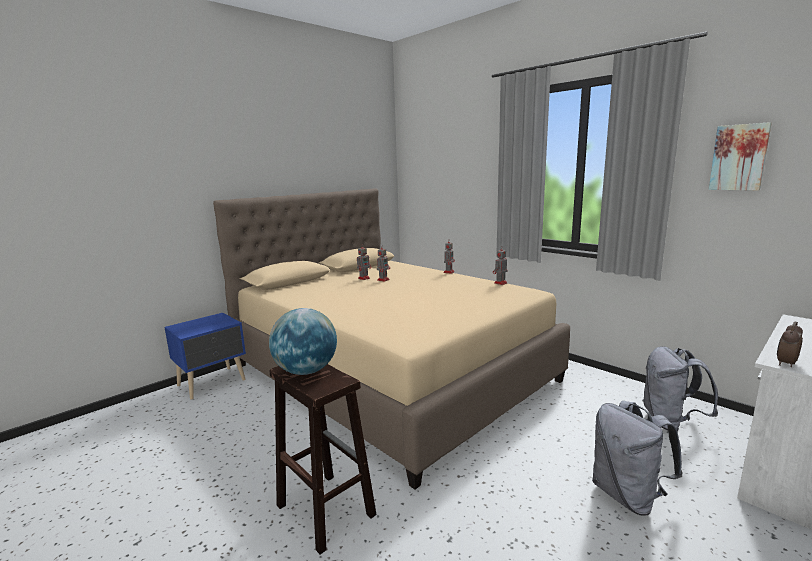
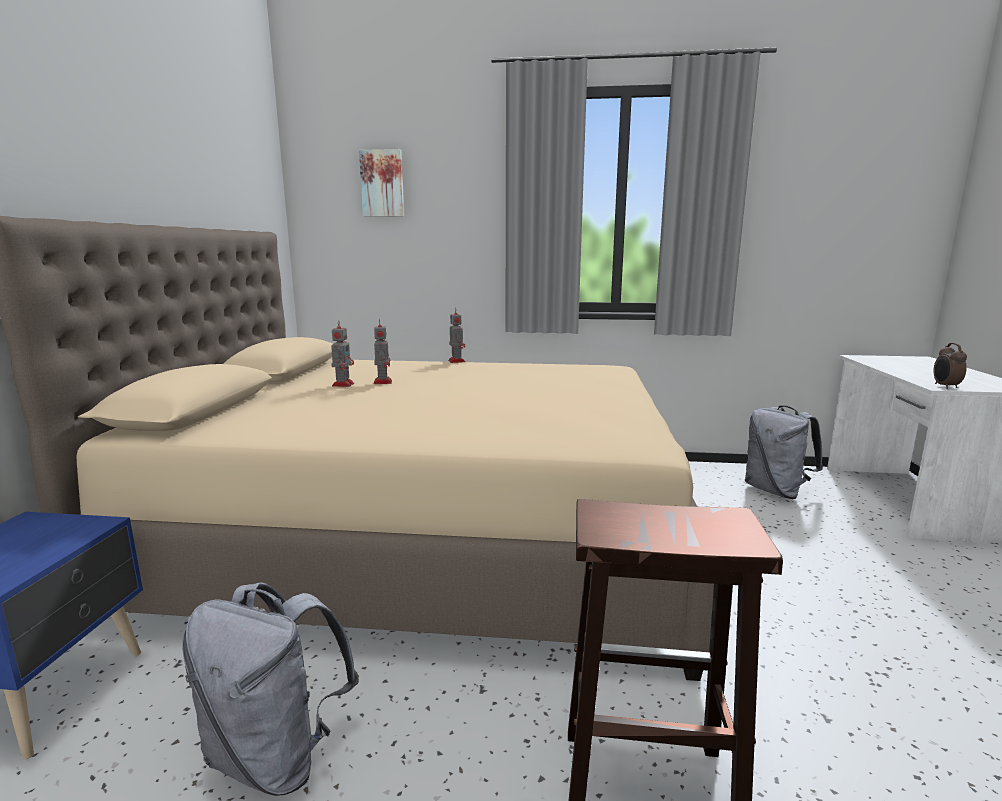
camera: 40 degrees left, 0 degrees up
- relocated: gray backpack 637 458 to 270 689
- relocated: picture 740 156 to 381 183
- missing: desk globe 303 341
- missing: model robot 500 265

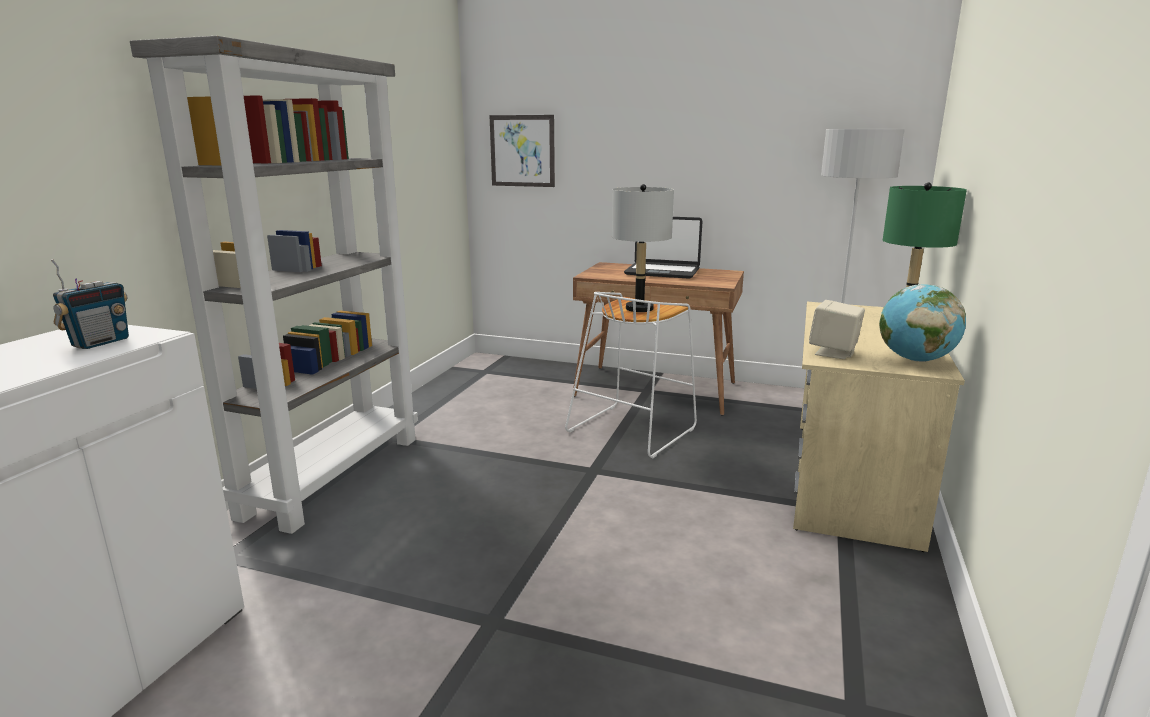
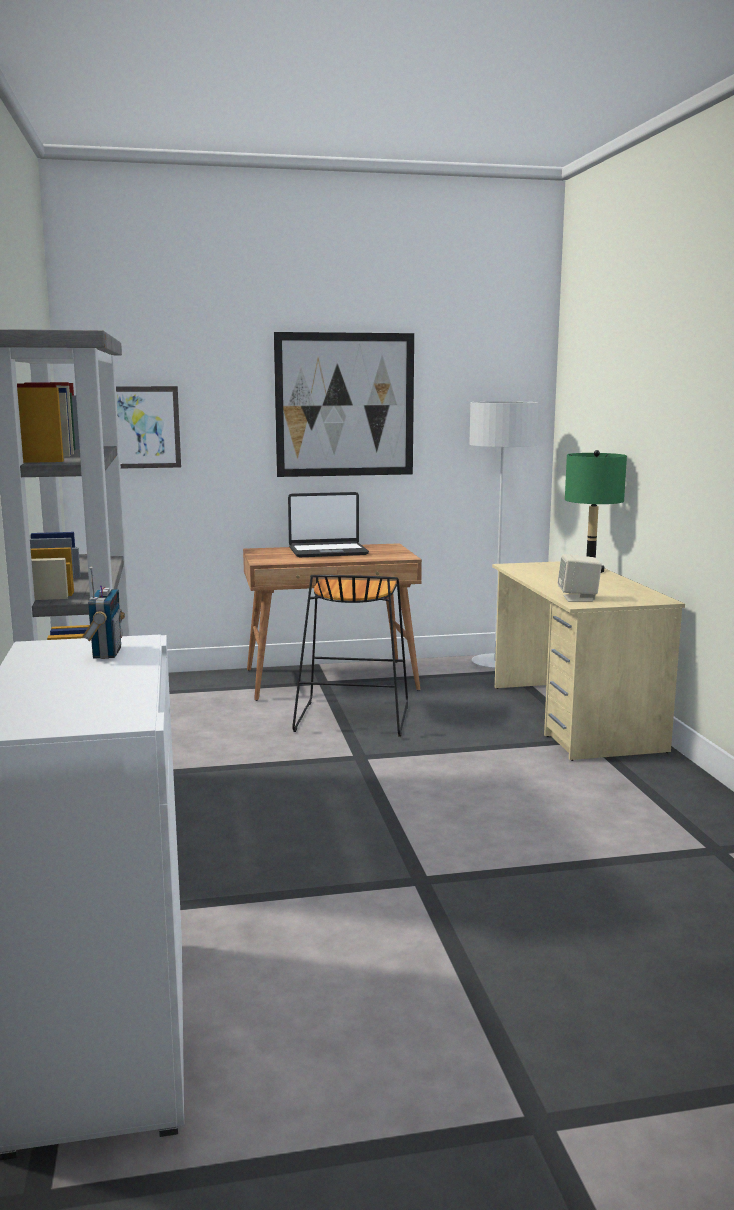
camera: 30 degrees left, 5 degrees down
- appeared: picture 344 404
- colour: white stool 631 375 to blackish stool 350 656
- missing: gray tabletop lamp 643 248
- missing: desk globe 922 323

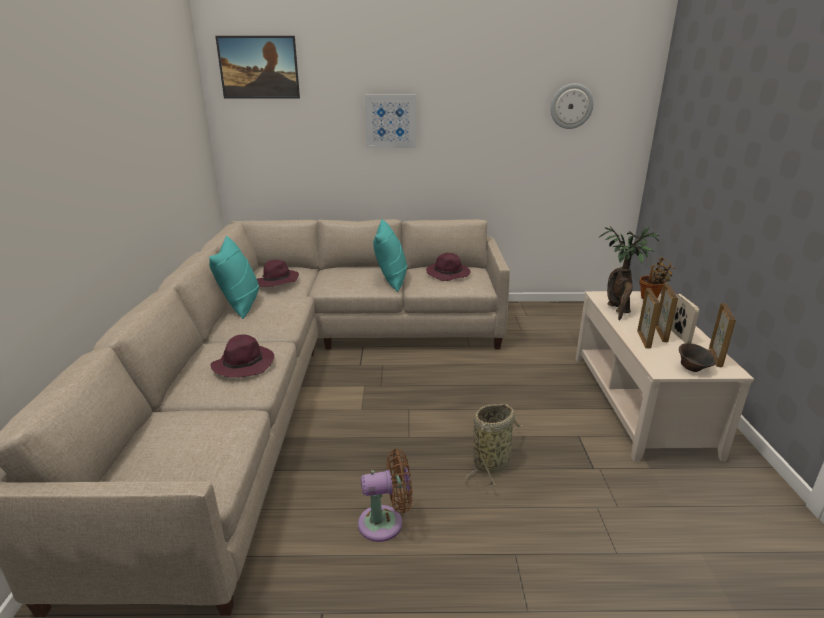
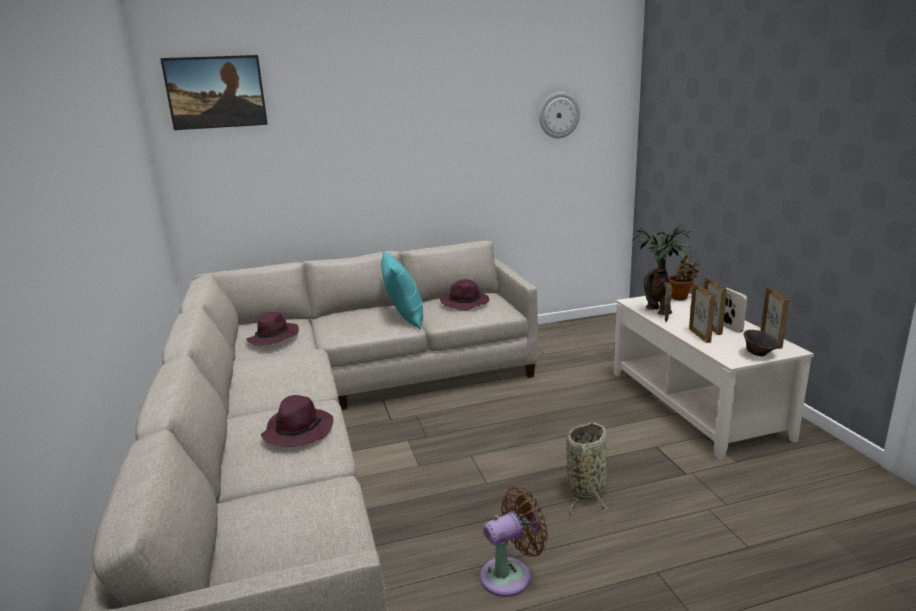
camera: 15 degrees left, 5 degrees down
- missing: turquoise cushion 234 277
- missing: picture 390 121

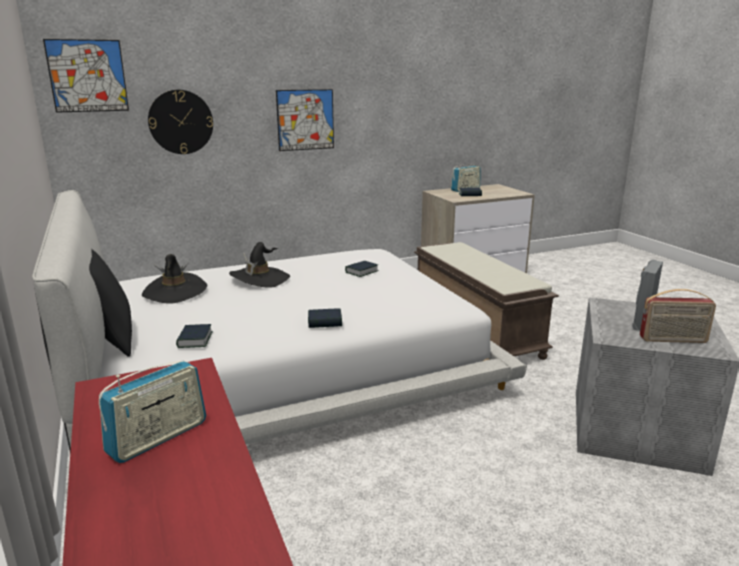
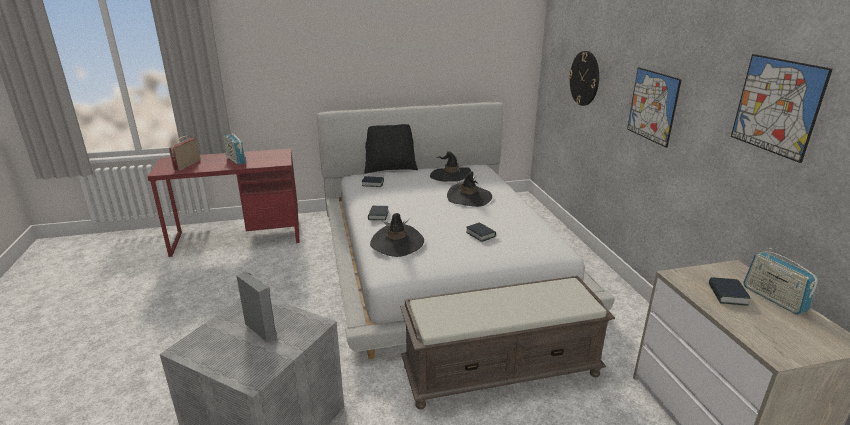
camera: 100 degrees right, 5 degrees up
- relocated: radio set 678 316 to 184 153
- appeared: blackish hat 397 235
- relocated: picture 86 76 to 782 108

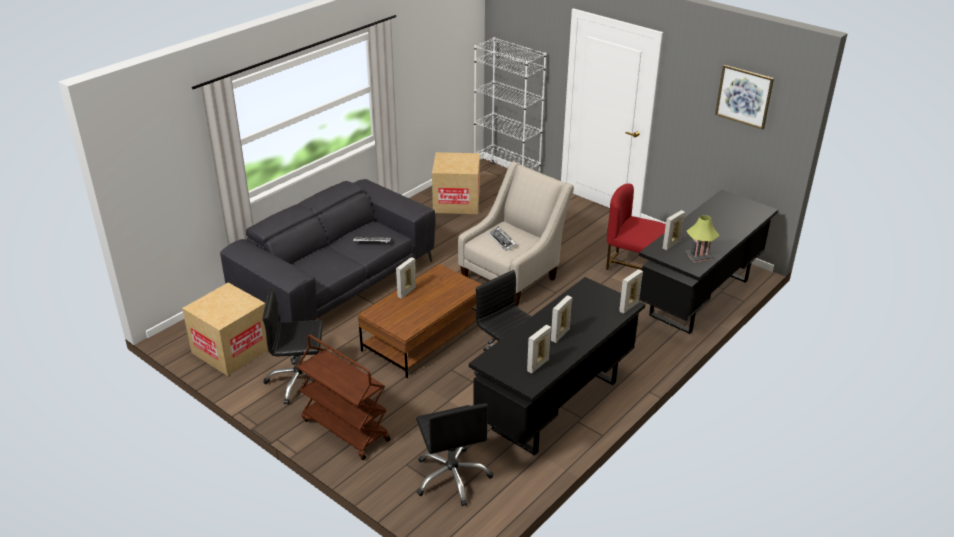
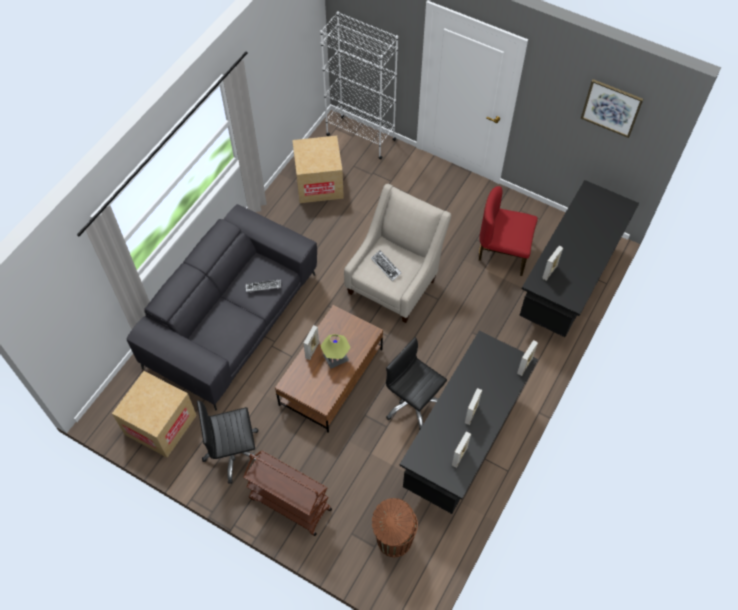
camera: 10 degrees left, 25 degrees up
- relocated: tabletop lamp 702 238 to 335 351
- exchanged: blackish office chair 454 455 to brownish rubbish bin 395 527

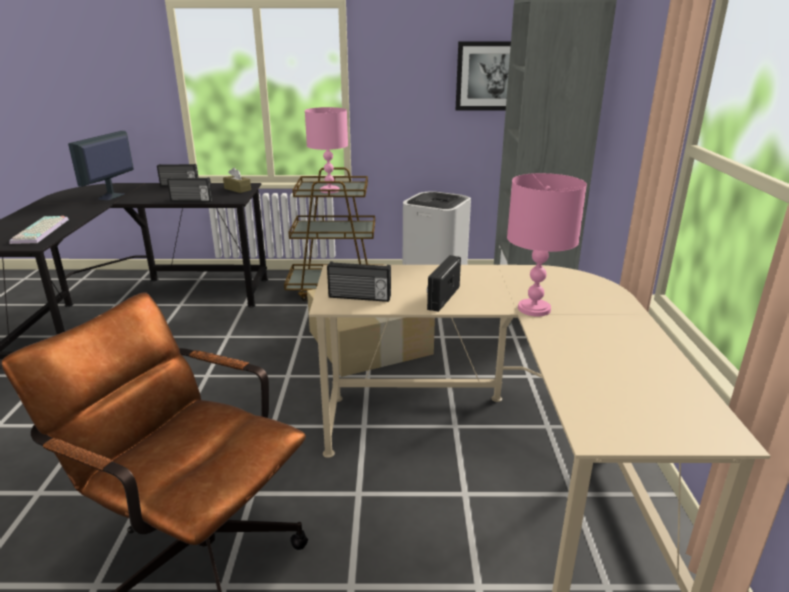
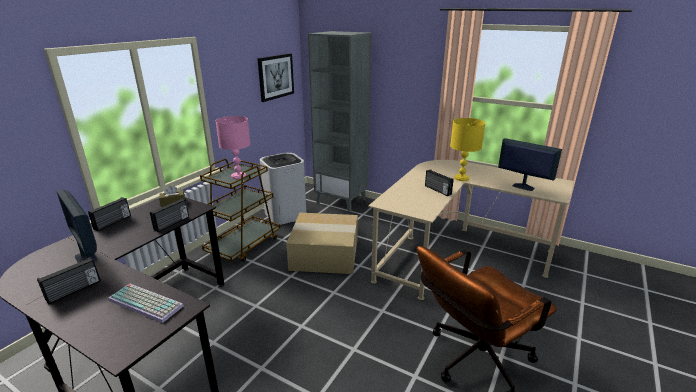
camera: 60 degrees left, 0 degrees up
- relocated: radio set 359 281 to 69 280
- colour: pink tabletop lamp 547 244 to yellow tabletop lamp 467 149
- appeared: computer screen 530 164

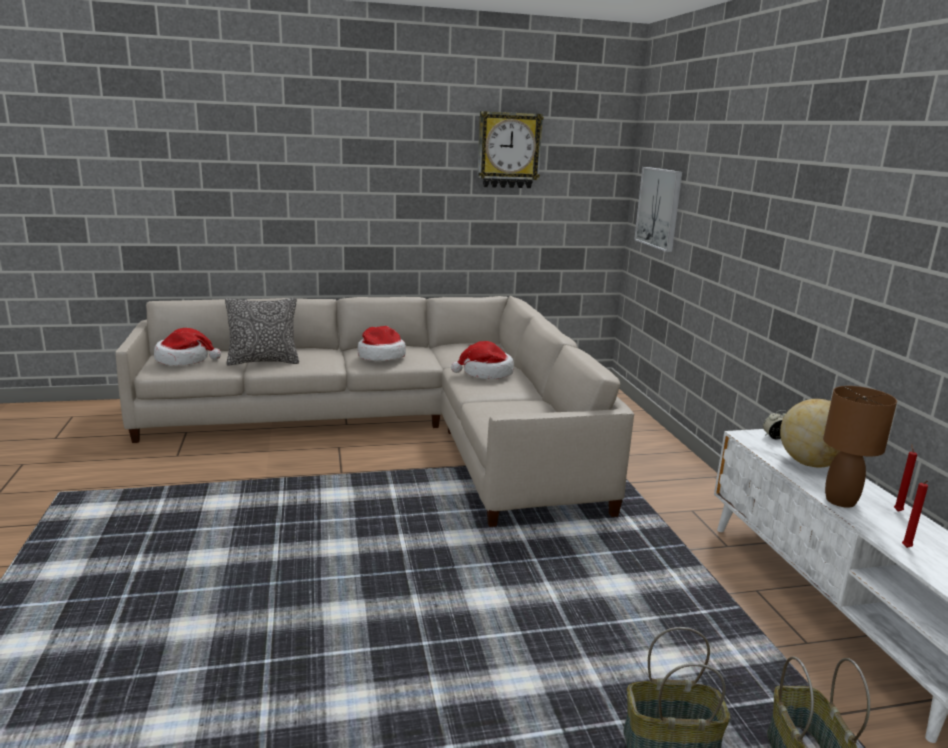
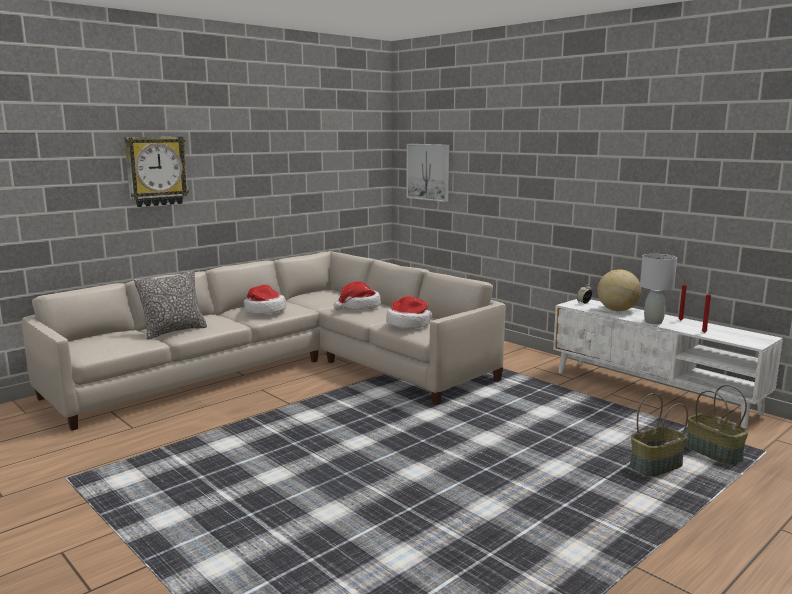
camera: 30 degrees left, 5 degrees down
- relocated: clock on the wall 510 149 to 156 172
- relocated: hat 187 347 to 409 312
- colour: brownish tabletop lamp 860 447 to gray tabletop lamp 658 289

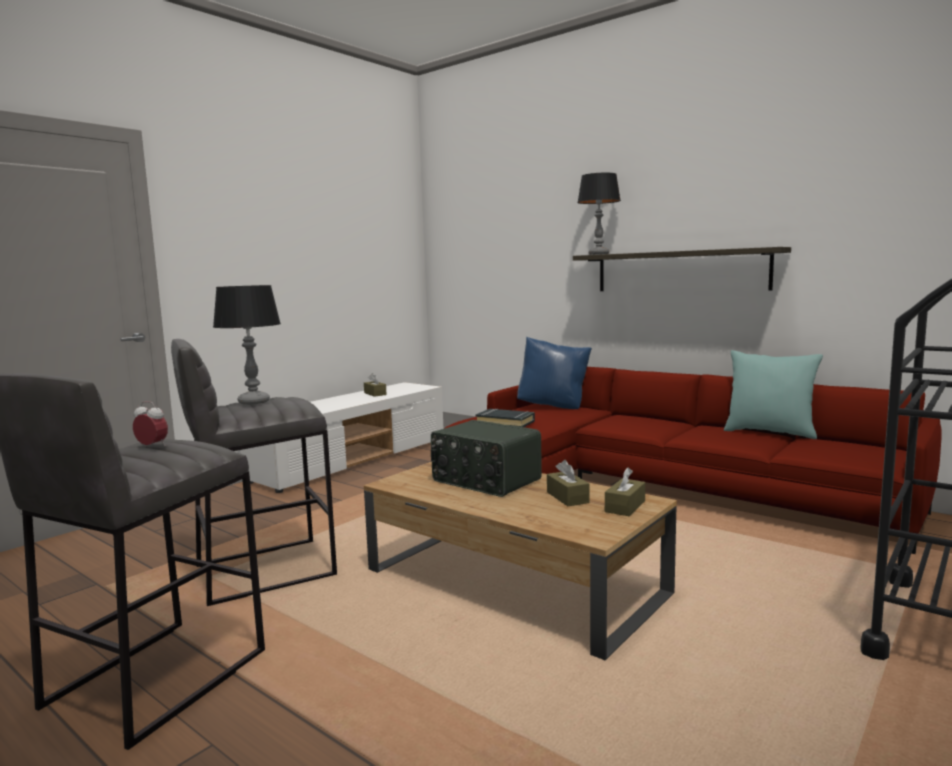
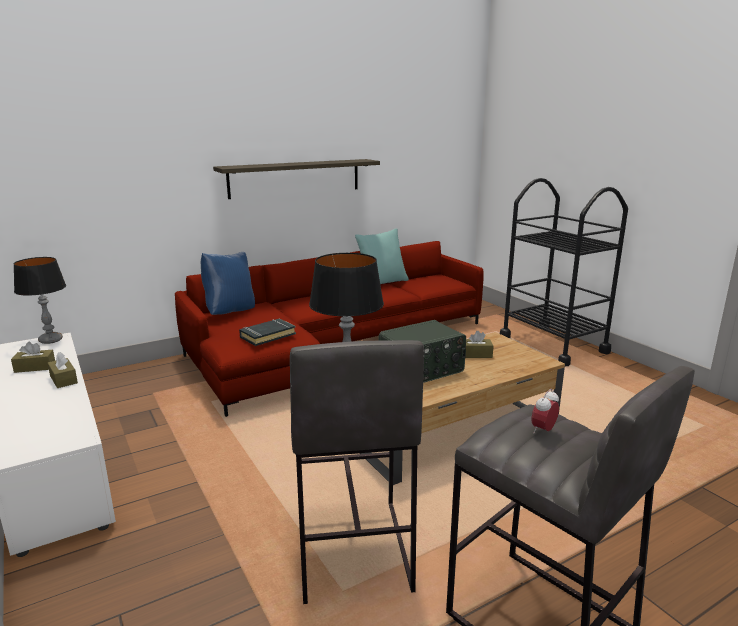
camera: 70 degrees left, 10 degrees up
- relocated: tabletop lamp 599 214 to 39 300
- relocated: brownish box of tissues 625 491 to 63 370

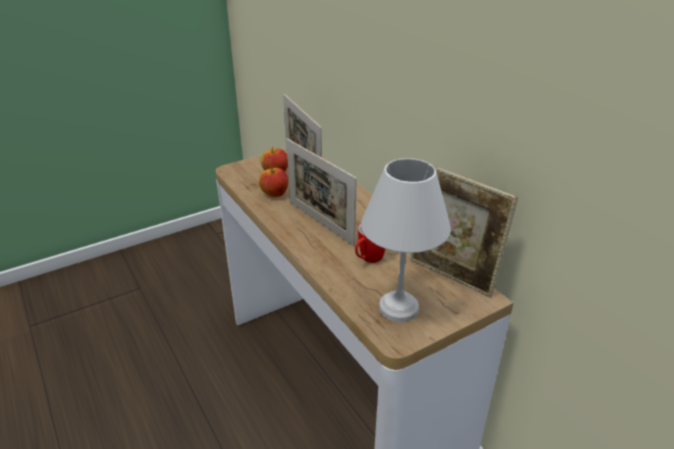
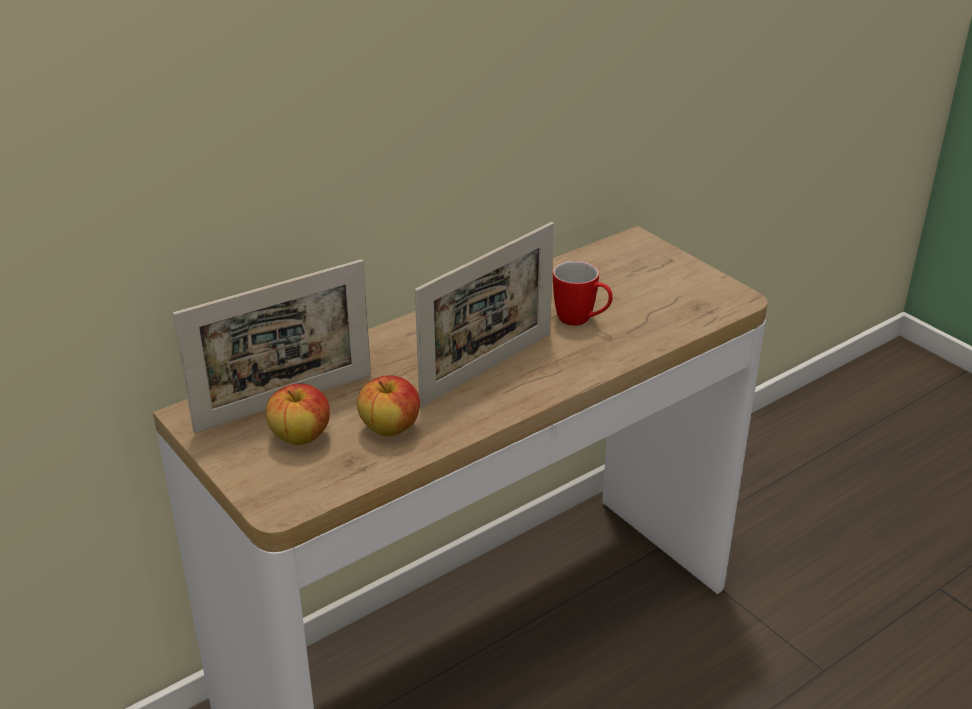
camera: 95 degrees left, 0 degrees up
- missing: white tabletop lamp 406 240
- missing: standing frame 464 232

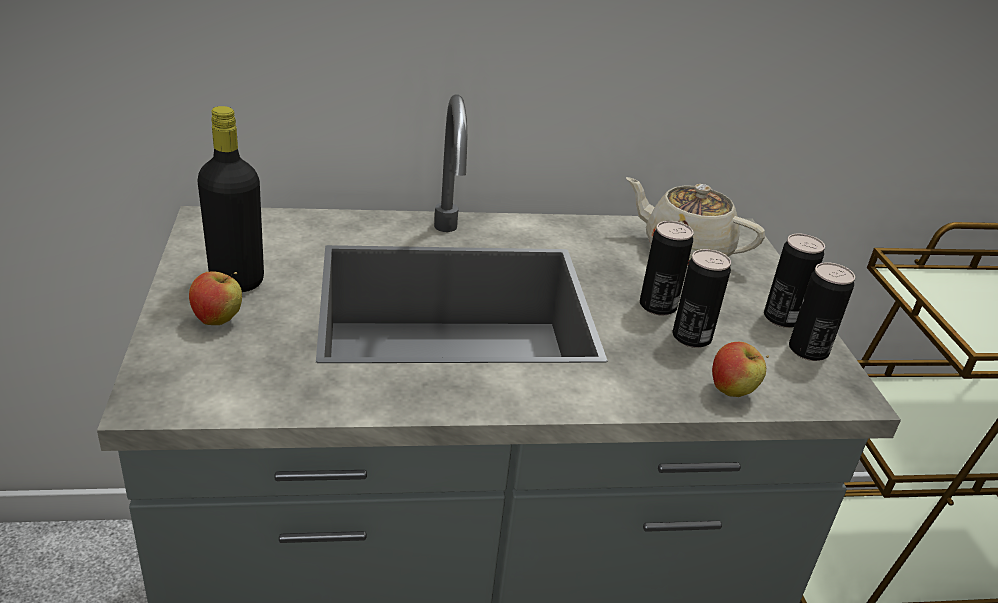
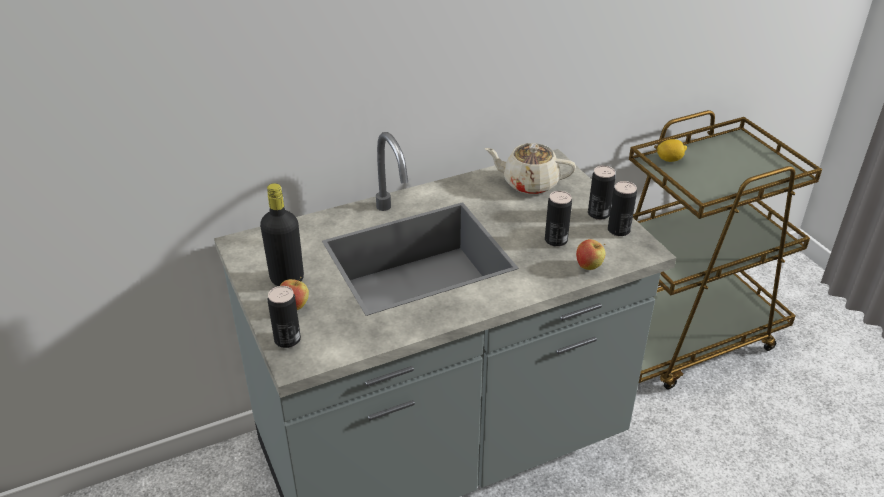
camera: 15 degrees left, 5 degrees up
- relocated: sealed can 667 268 to 284 317
- appeared: citrus fruit 672 150

